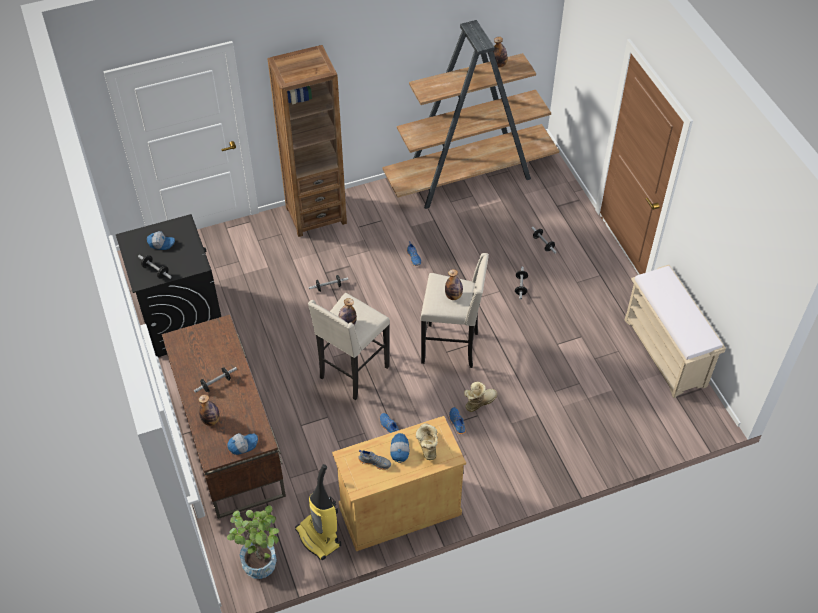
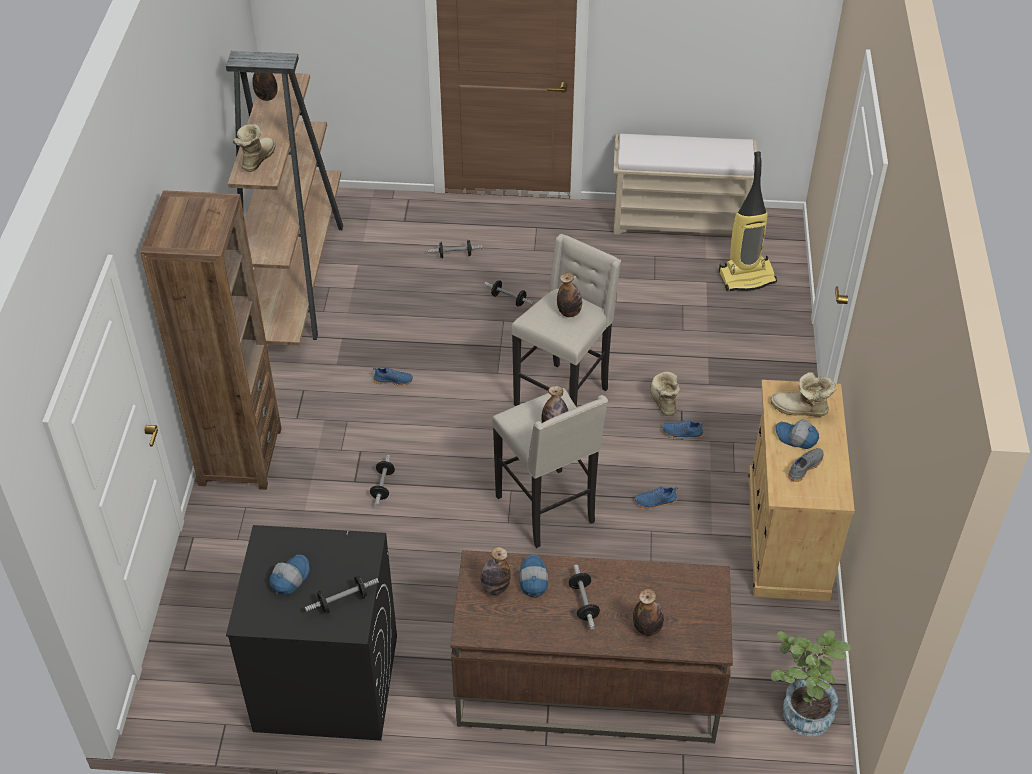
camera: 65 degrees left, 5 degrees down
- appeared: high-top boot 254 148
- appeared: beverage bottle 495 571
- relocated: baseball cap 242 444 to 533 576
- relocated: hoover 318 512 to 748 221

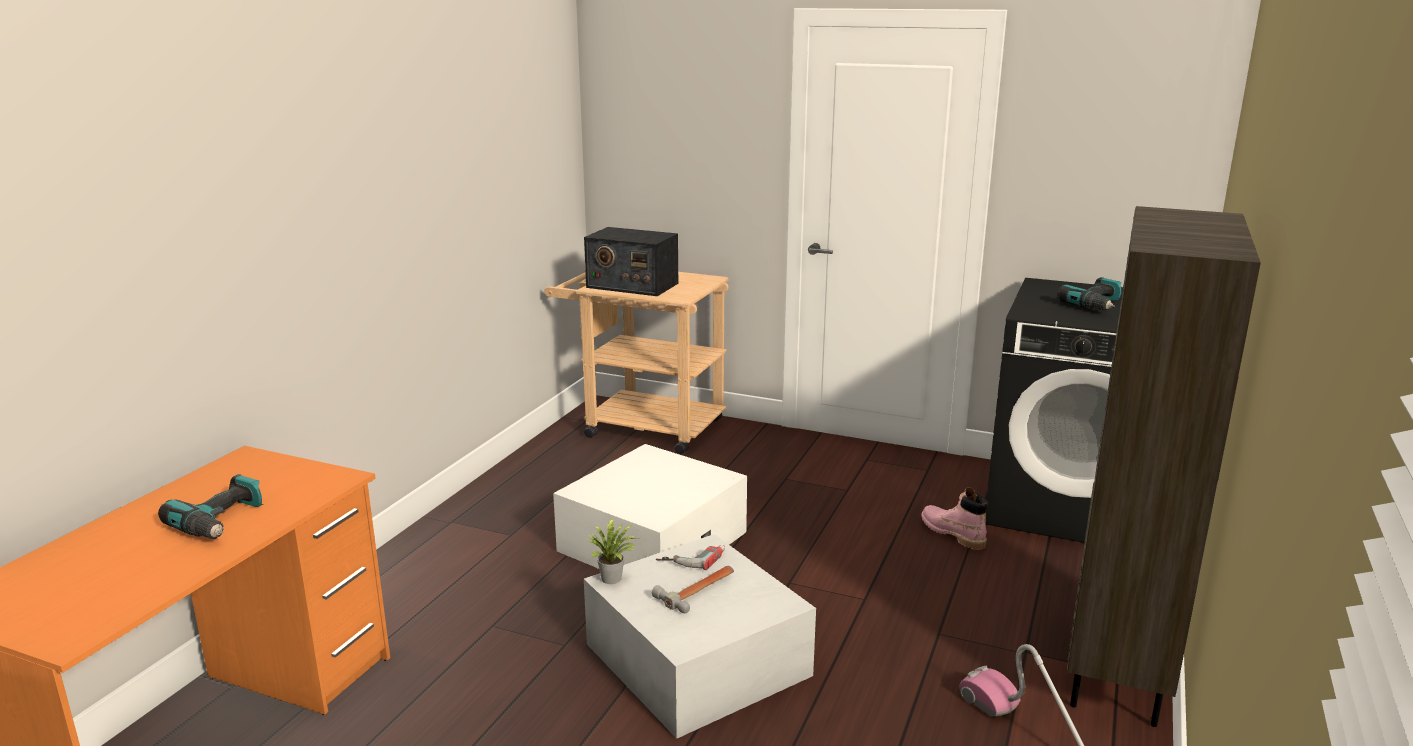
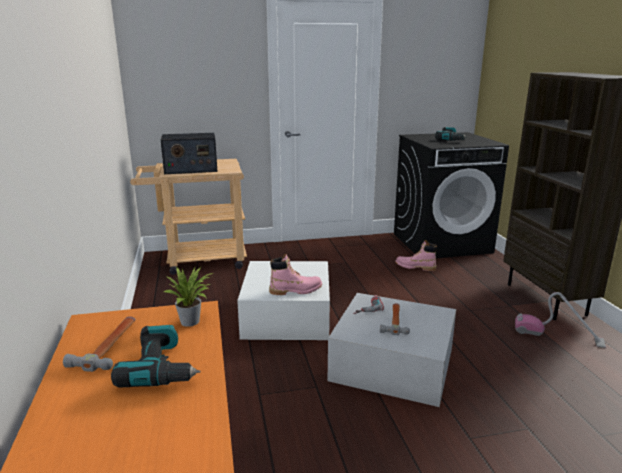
camera: 35 degrees left, 0 degrees up
- appeared: tool hammer 99 344
- relocated: plant in a pot 612 550 to 188 297
- appeared: pink high-top boot 295 274

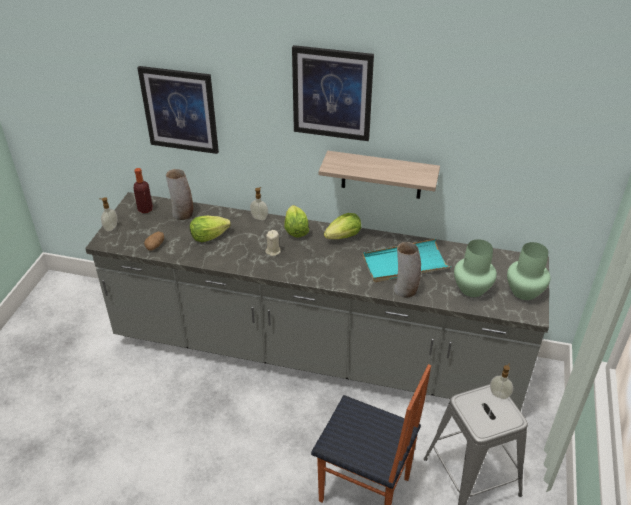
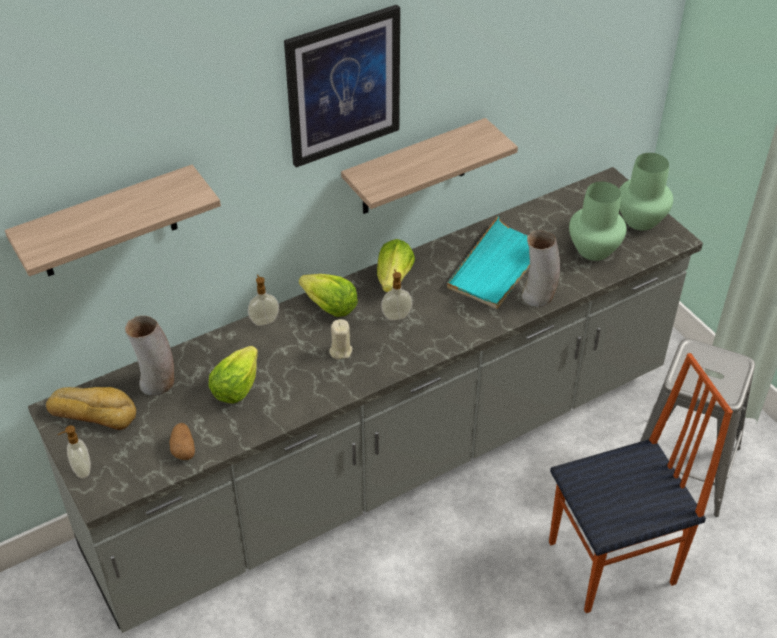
camera: 45 degrees left, 5 degrees up
- exchanged: picture 178 110 to bracket shelf 113 220
- exchanged: beverage bottle 143 190 to bakery bread 91 408
- relocated: soap dispenser 501 381 to 397 294

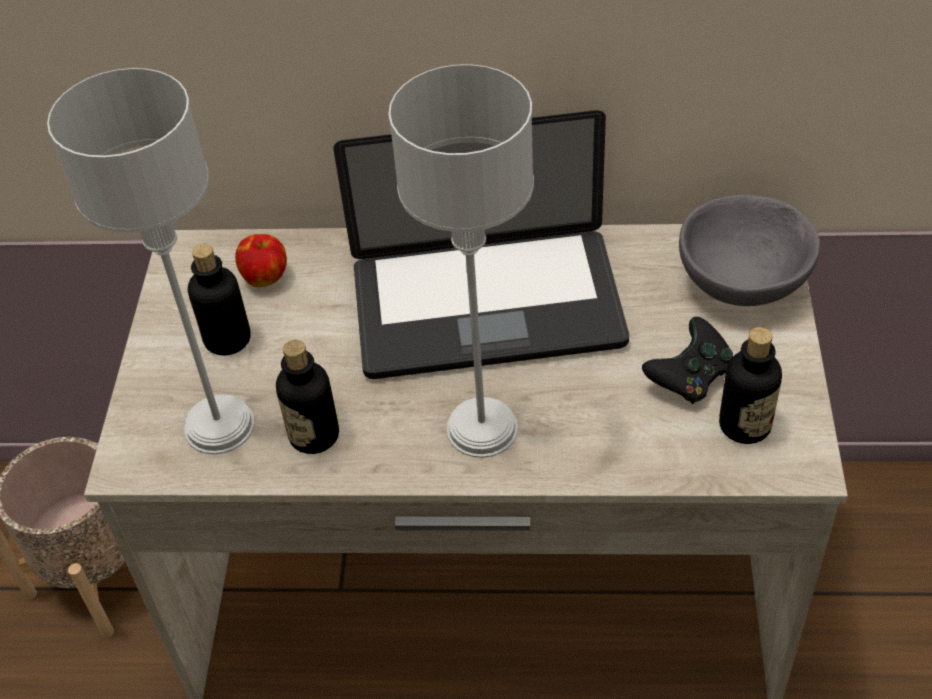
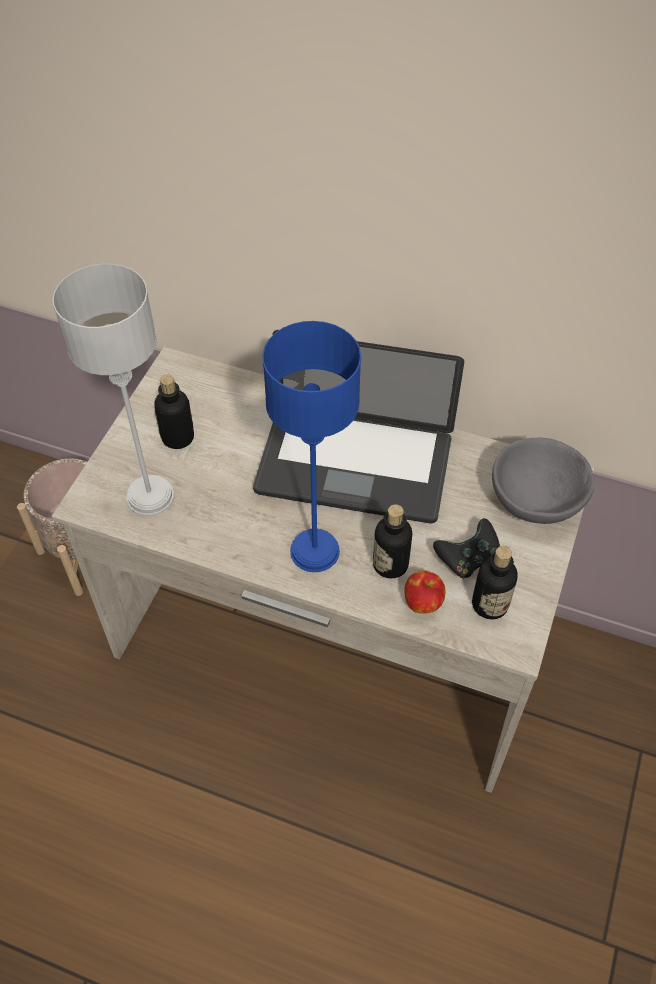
camera: 15 degrees right, 5 degrees up
- colour: gray tabletop lamp 461 261 to bluish tabletop lamp 311 446
- relocated: beverage bottle 307 397 to 392 541
- relocated: whole apple 261 260 to 424 592

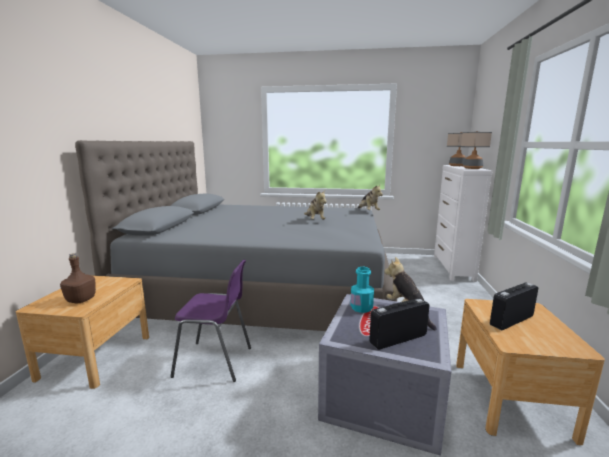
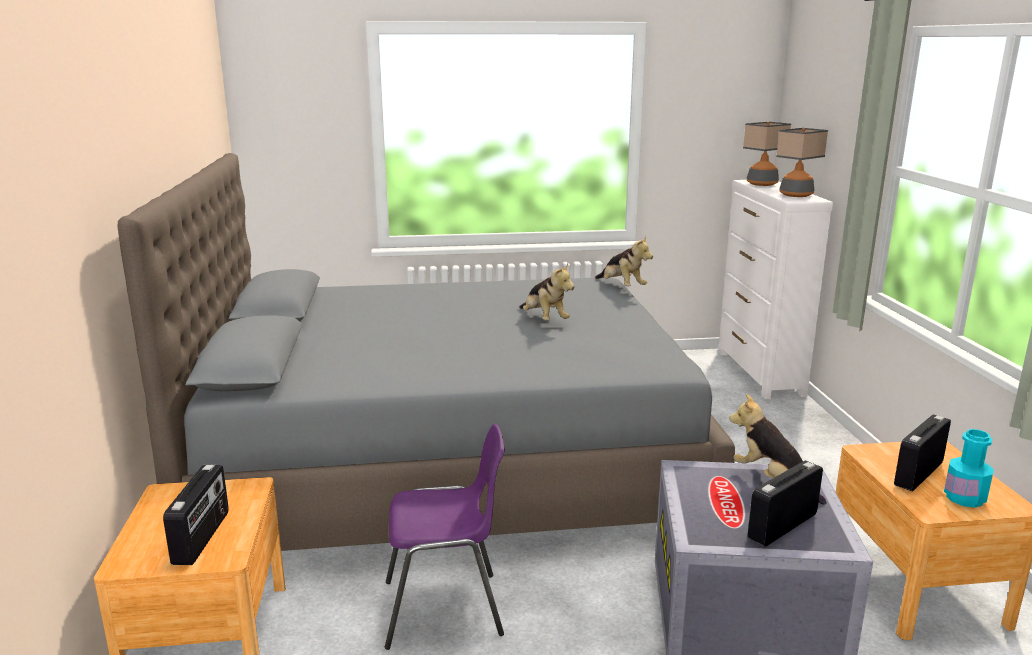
camera: 15 degrees left, 5 degrees up
- exchanged: brownish beverage bottle 78 278 to radio set 196 515
- relocated: turquoise beverage bottle 362 290 to 969 468

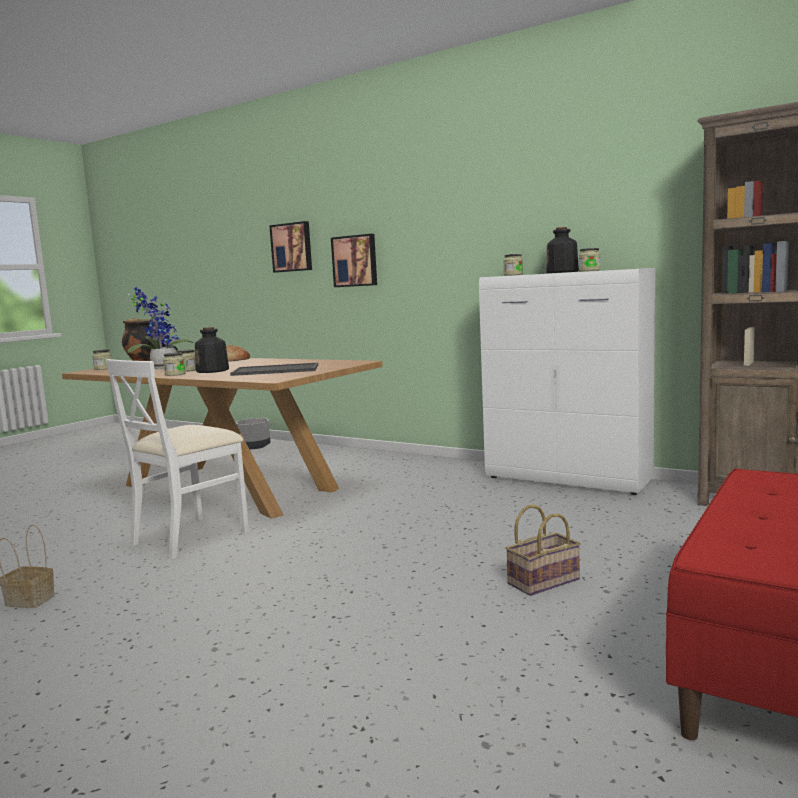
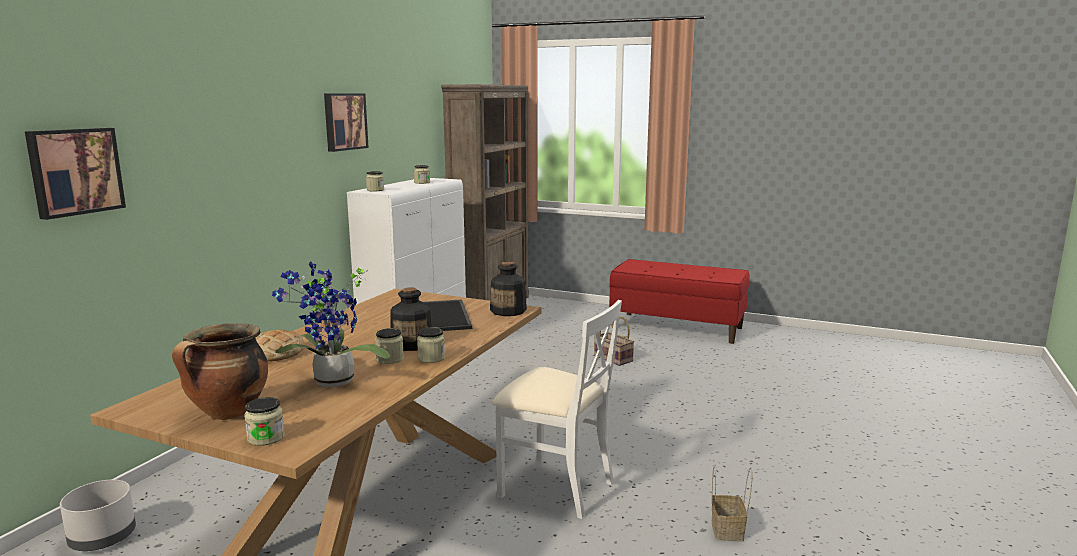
camera: 100 degrees left, 5 degrees up
- relocated: picture 354 260 to 346 122
- relocated: beverage bottle 562 250 to 508 289

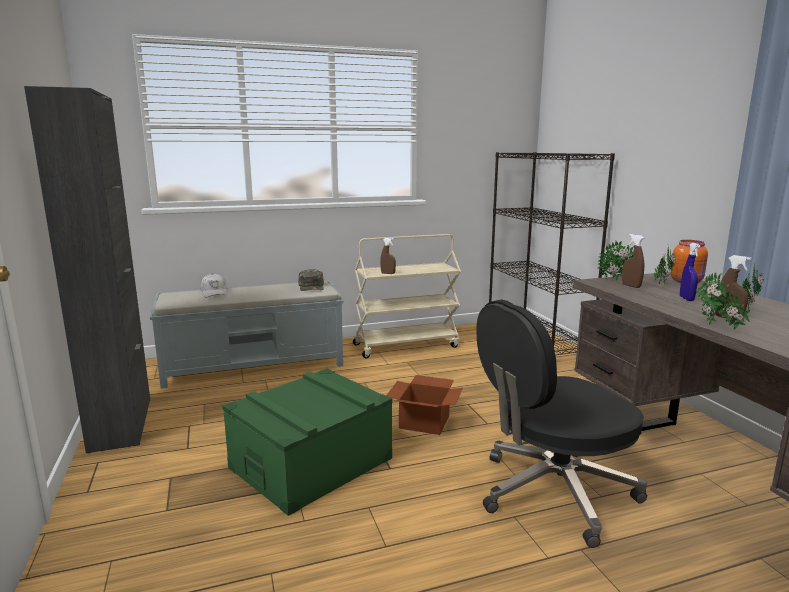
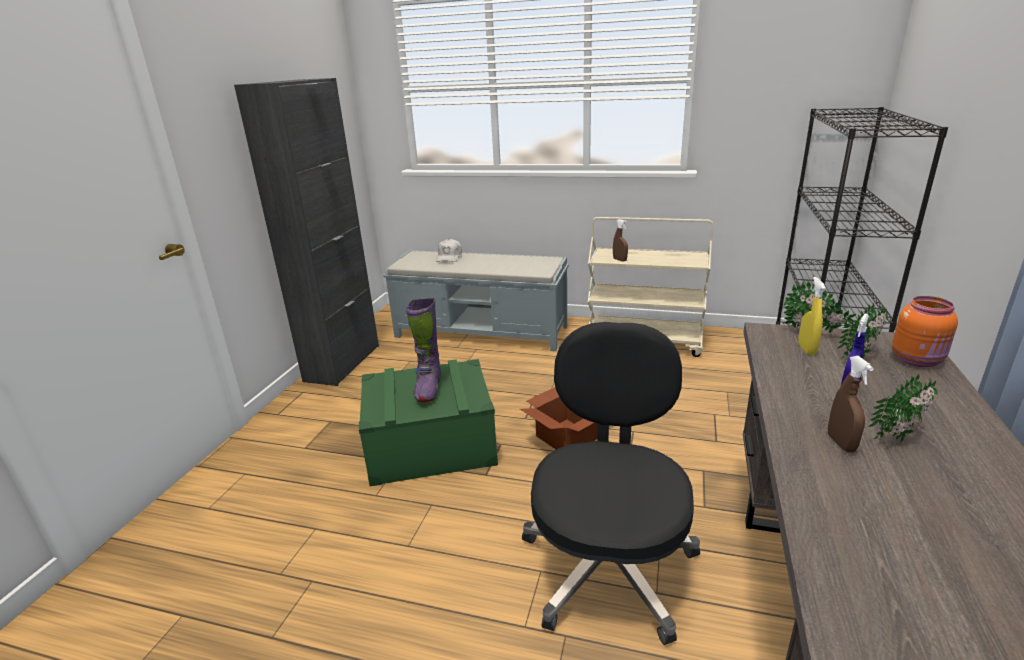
camera: 35 degrees right, 10 degrees up
- appeared: purple-coloured high-top boot 423 350
- spun: blackish office chair 561 424 = 611 483 90 degrees clockwise
- colour: brownish spray bottle 633 261 to yellow spray bottle 812 316
- missing: greenish baseball cap 311 280
- missing: plant in a pot 723 300

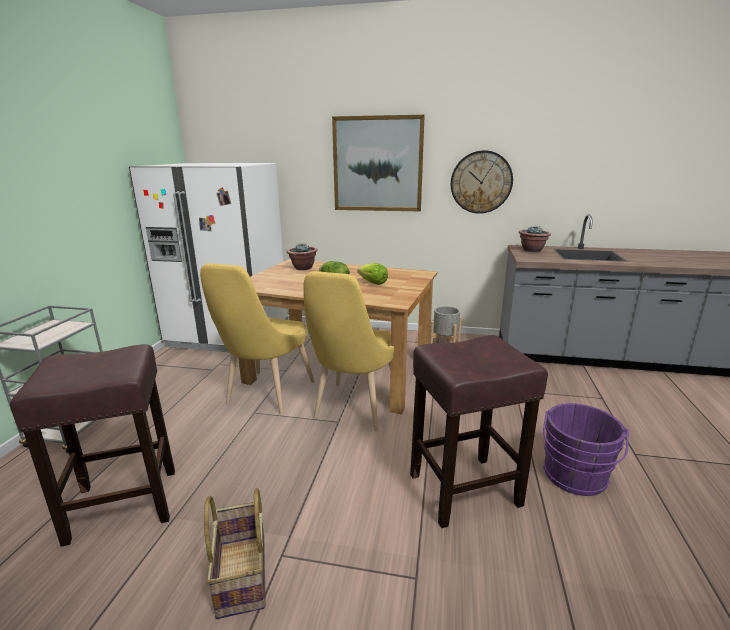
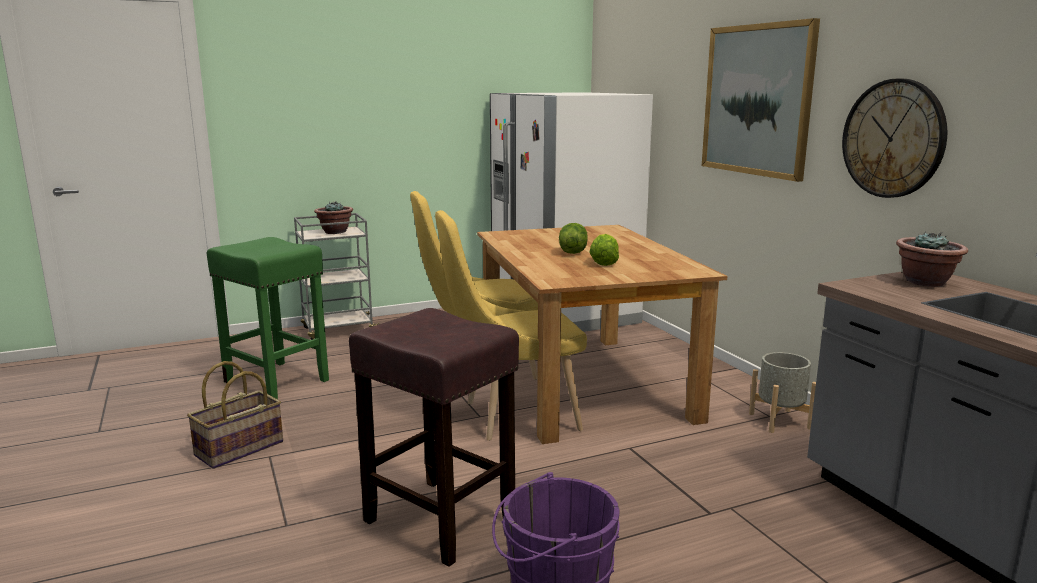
camera: 55 degrees right, 5 degrees down
- colour: brownish stool 92 445 to greenish stool 268 318
- relocated: plant in a pot 302 256 to 333 217

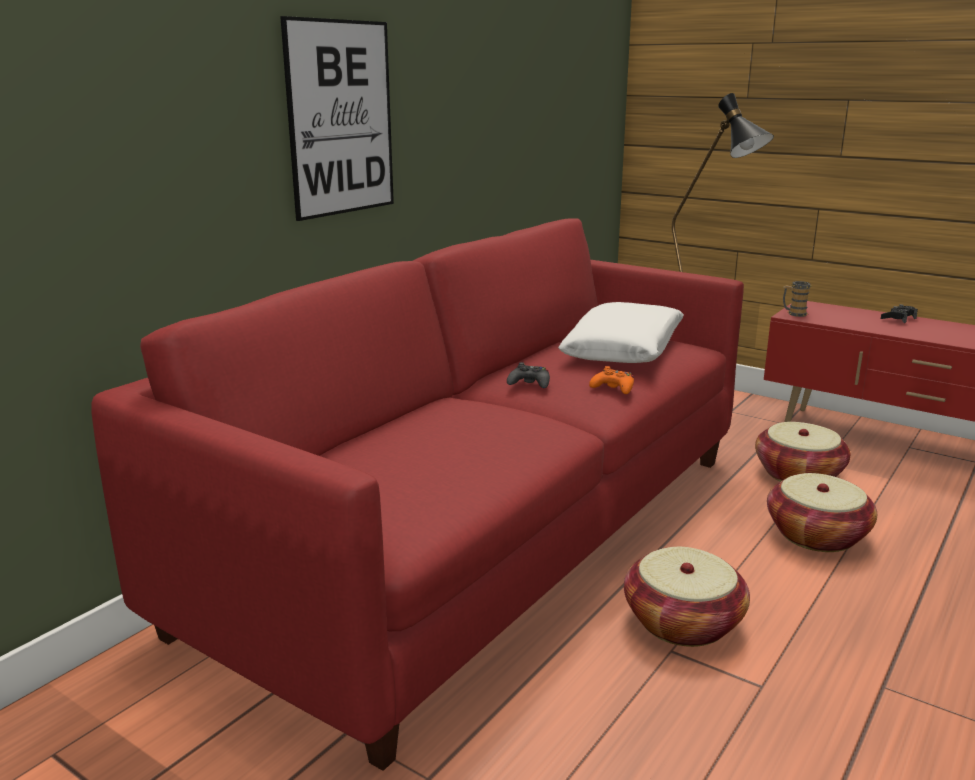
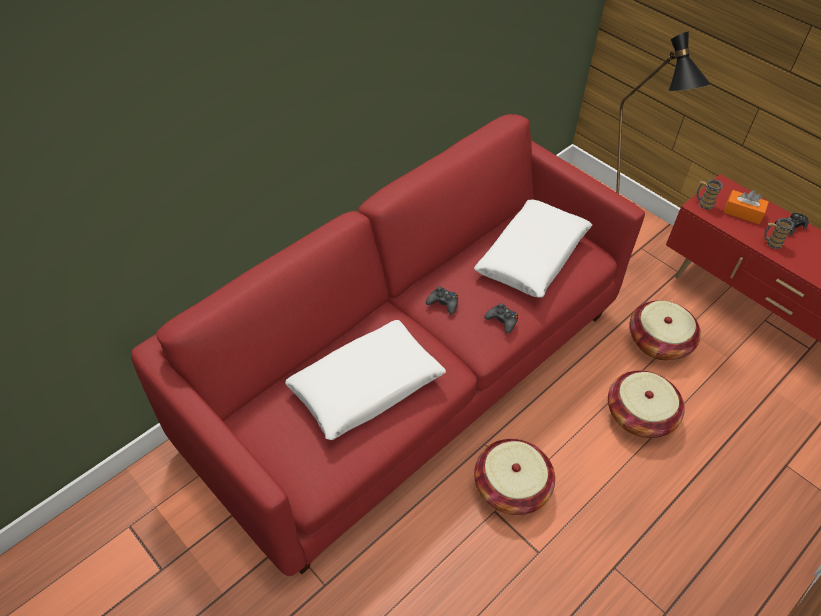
camera: 10 degrees right, 30 degrees up
- appeared: white cushion 365 380
- colour: orangey joypad 611 380 to blackish joypad 501 318
- appeared: orangey box of tissues 746 207
- appeared: mug 779 233
- missing: picture 337 118

